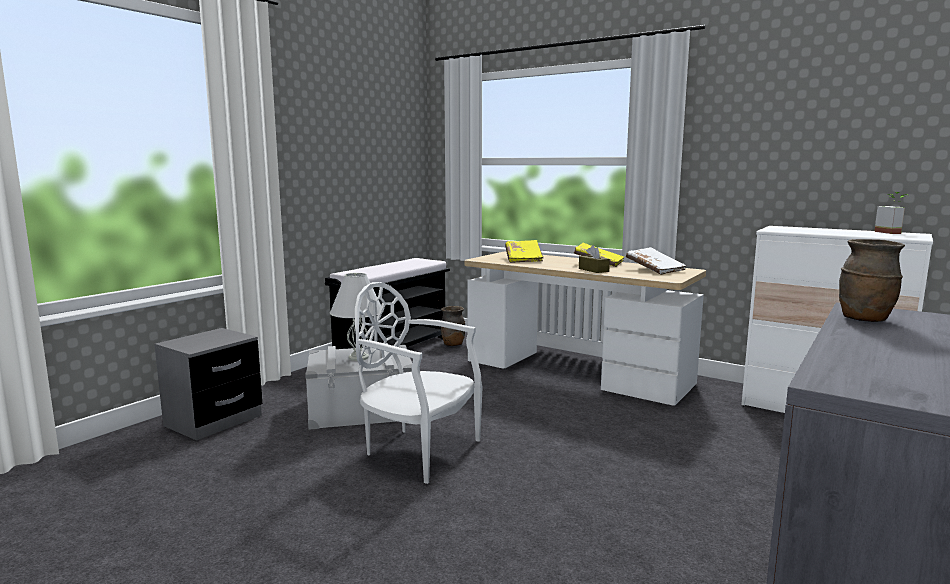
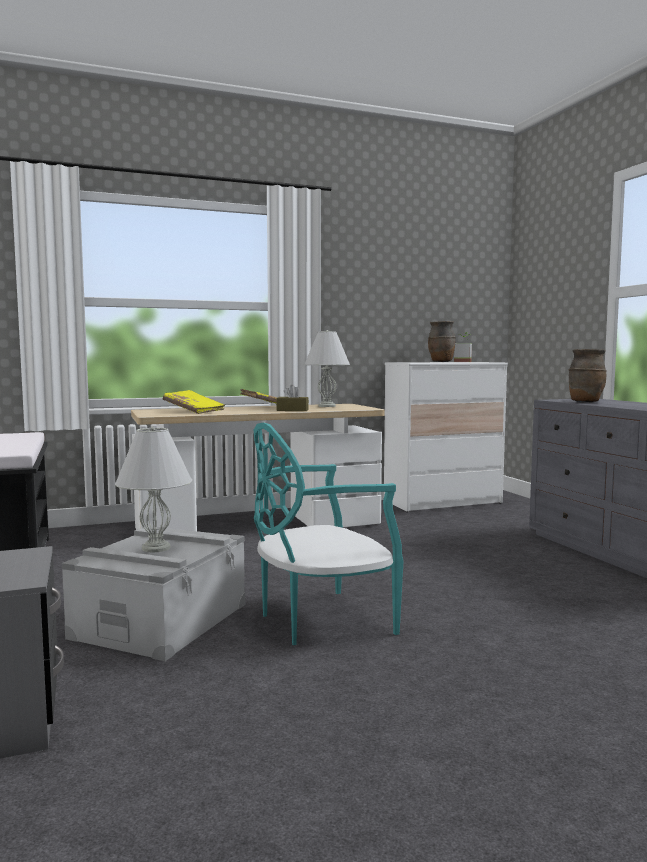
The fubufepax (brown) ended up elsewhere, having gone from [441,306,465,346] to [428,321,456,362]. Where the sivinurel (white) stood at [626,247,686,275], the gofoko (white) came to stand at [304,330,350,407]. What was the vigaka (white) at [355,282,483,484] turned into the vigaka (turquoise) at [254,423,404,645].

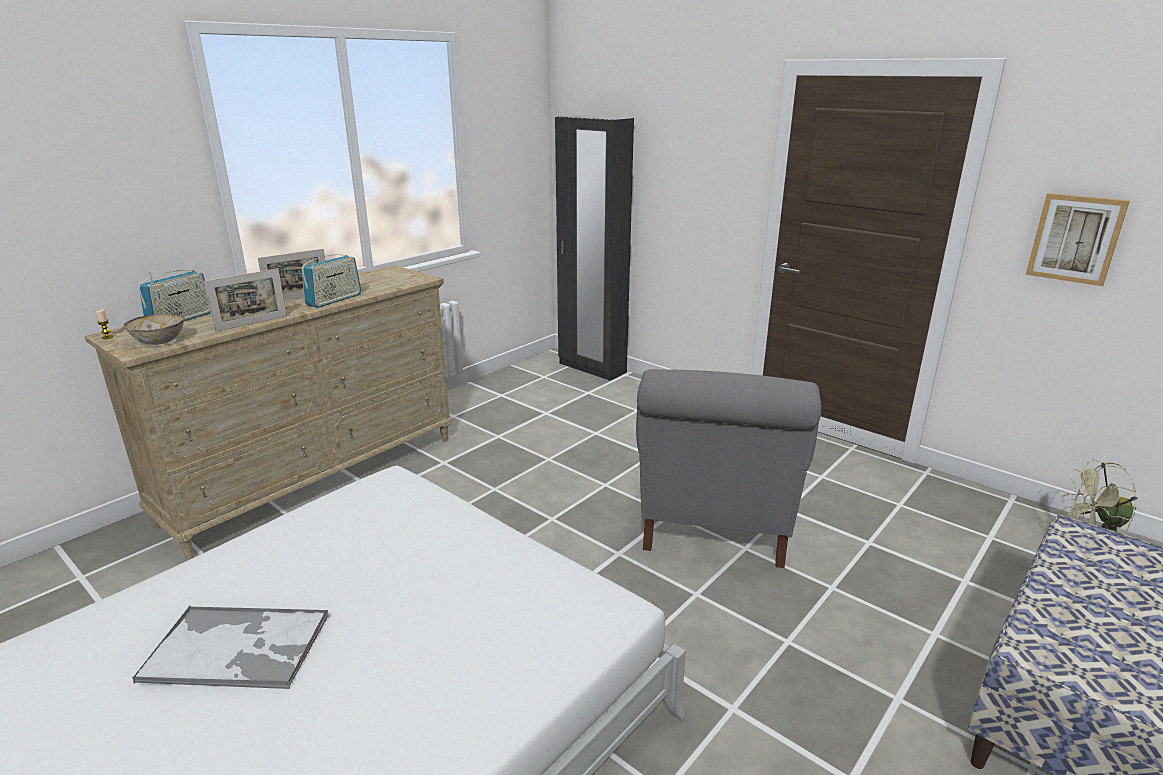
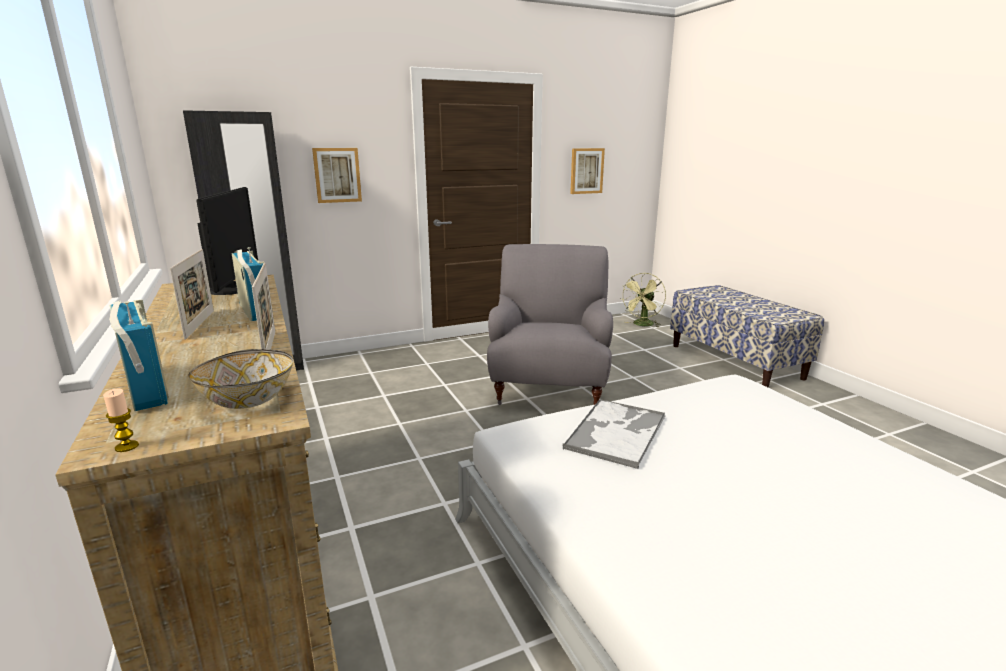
The second view gained the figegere at [196,187,258,295]. The second view gained the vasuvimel at [312,148,362,203]. The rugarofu ended up elsewhere, having gone from [132,606,329,689] to [563,399,666,469]. The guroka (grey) at [636,369,821,568] ended up facing another way, 120 degrees counterclockwise from before.

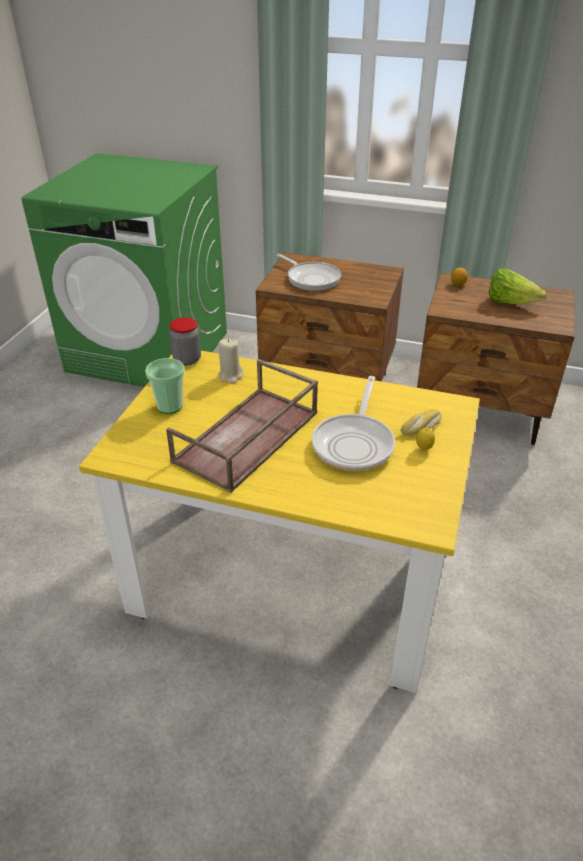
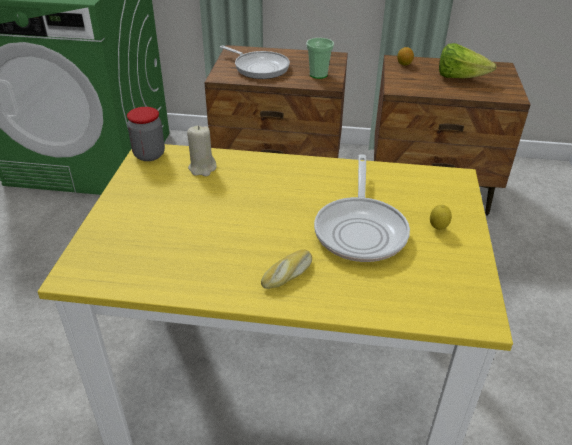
The second view lost the rugarofu (brown) at [166,359,318,493]. The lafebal ended up elsewhere, having gone from [145,358,185,414] to [306,38,334,79]. The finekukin ended up elsewhere, having gone from [401,409,441,435] to [261,249,312,289].

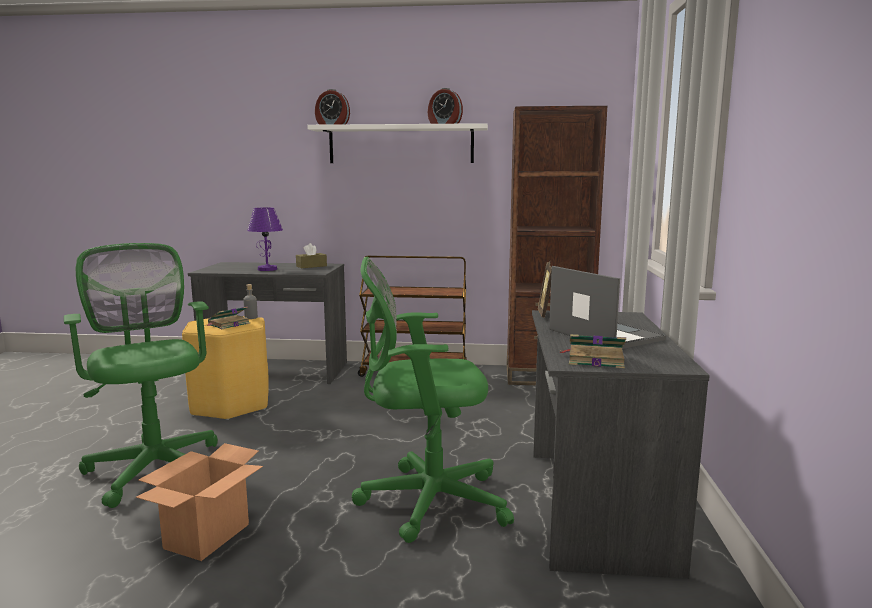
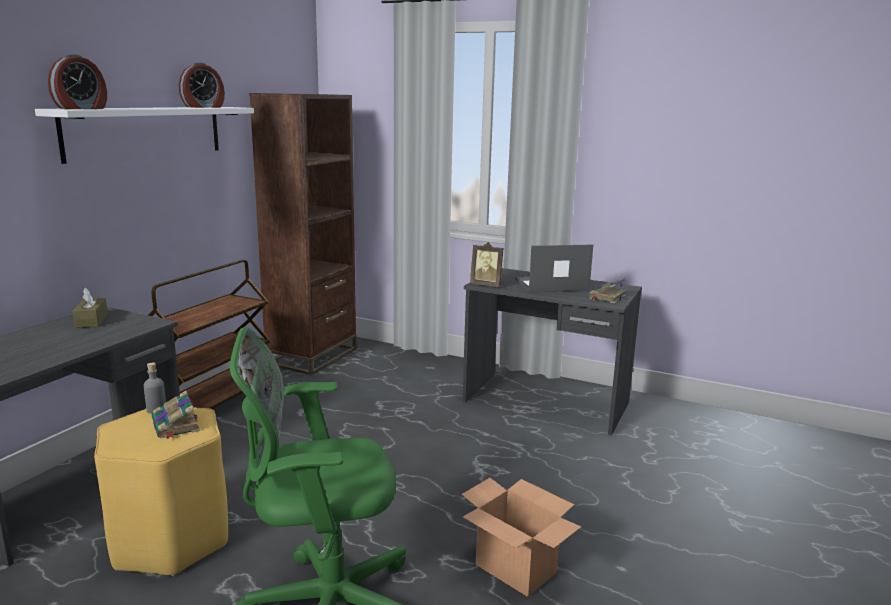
The second view lost the gofoko (purple) at [247,207,283,271]. The second view lost the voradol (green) at [352,257,514,543].

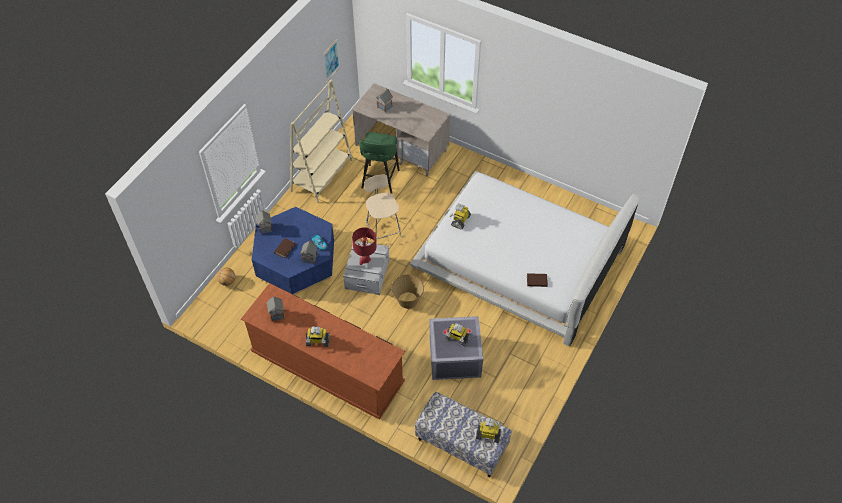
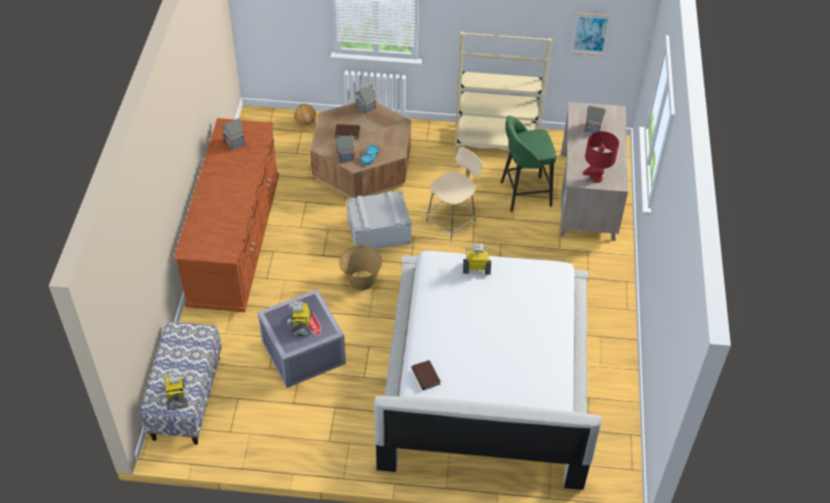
The second view lost the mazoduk at [306,326,330,347]. The gofoko (red) ended up elsewhere, having gone from [352,227,377,265] to [583,131,619,183]. What was the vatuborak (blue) at [252,207,334,295] turned into the vatuborak (brown) at [310,102,411,198].

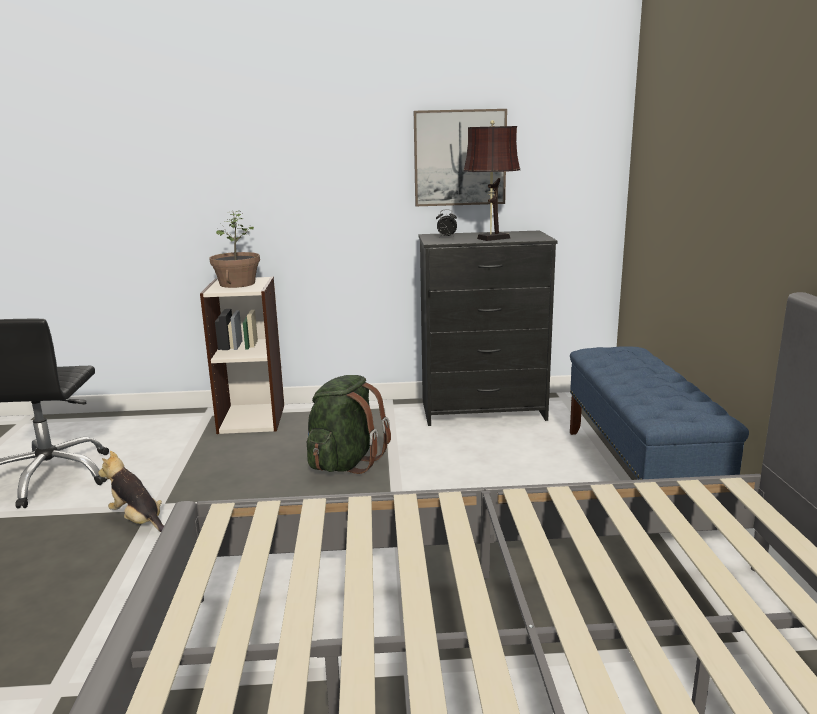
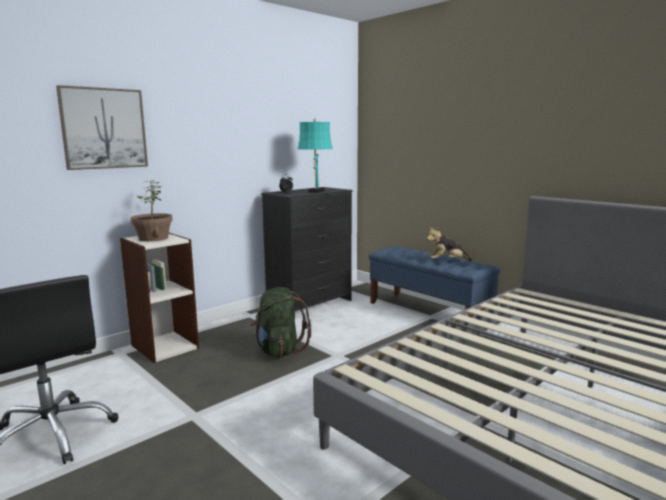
The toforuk ended up elsewhere, having gone from [98,451,164,532] to [427,227,472,261]. The vasuvimel ended up elsewhere, having gone from [414,109,507,206] to [56,85,148,170]. What was the gofoko (brown) at [464,120,520,241] turned into the gofoko (turquoise) at [297,118,333,193].

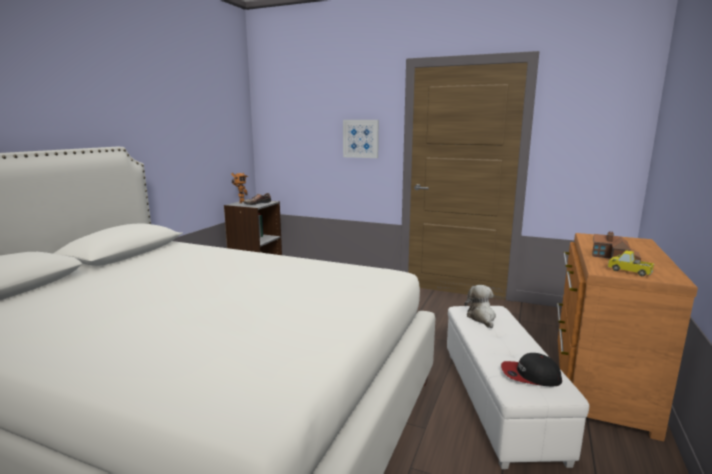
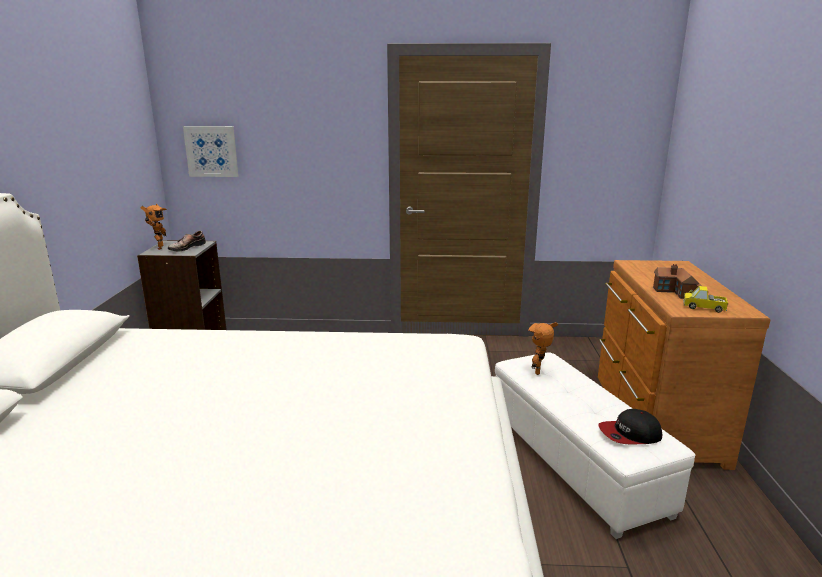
The vasuvimel ended up elsewhere, having gone from [343,120,379,158] to [183,126,238,177]. Where the toforuk stood at [465,285,496,328], the mazoduk came to stand at [528,322,558,375].

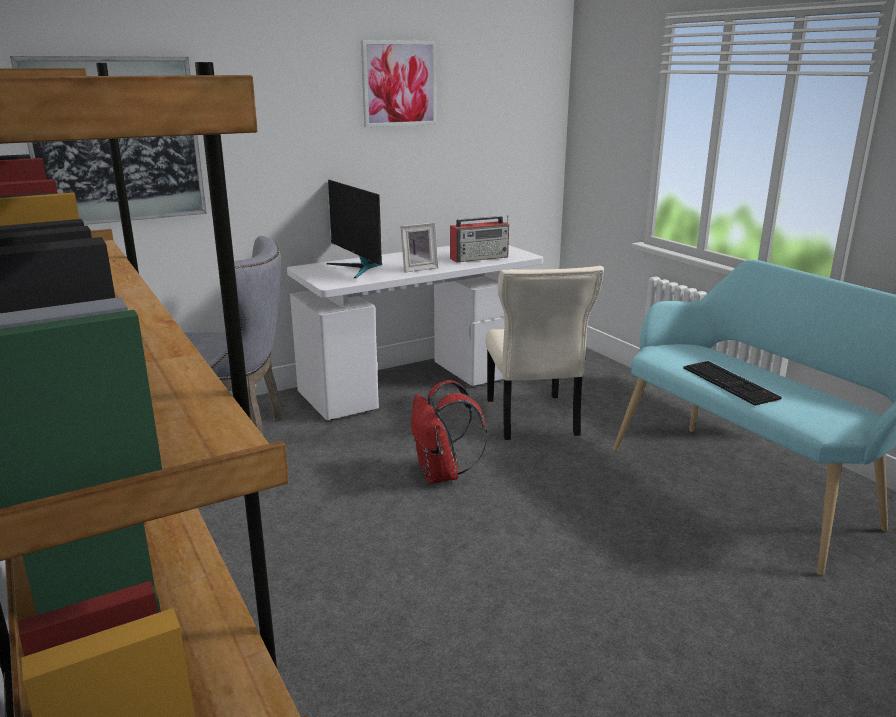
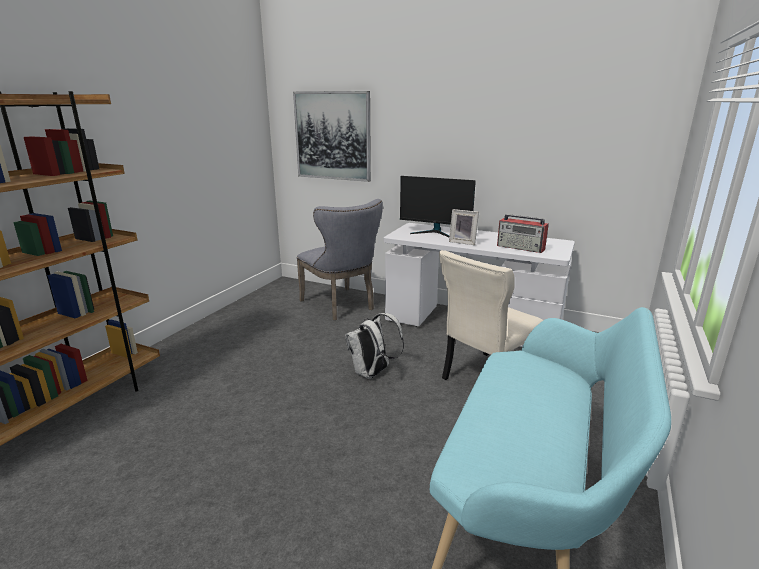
The second view lost the vasuvimel at [361,40,436,127]. The second view lost the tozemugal at [683,361,782,406]. What was the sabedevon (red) at [411,380,487,484] turned into the sabedevon (white) at [345,313,404,379]. The figegere at [327,180,382,278] ended up facing another way, 90 degrees counterclockwise from before.

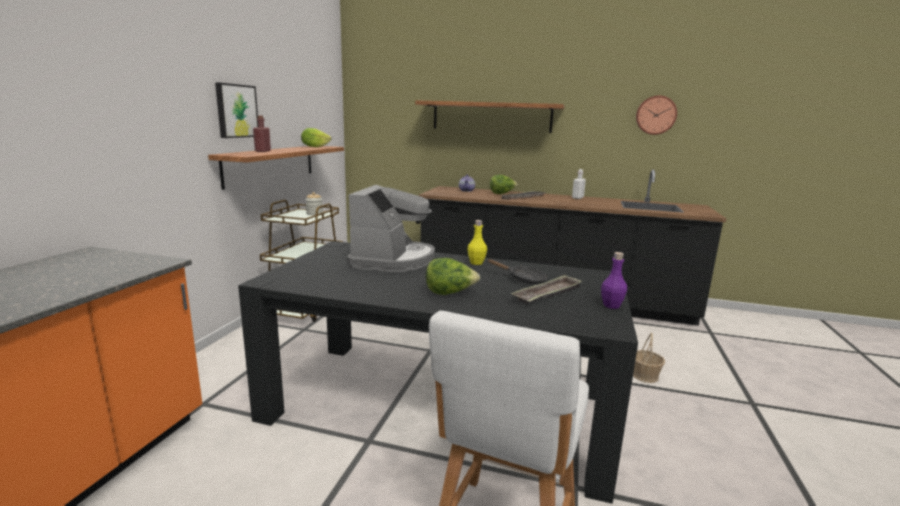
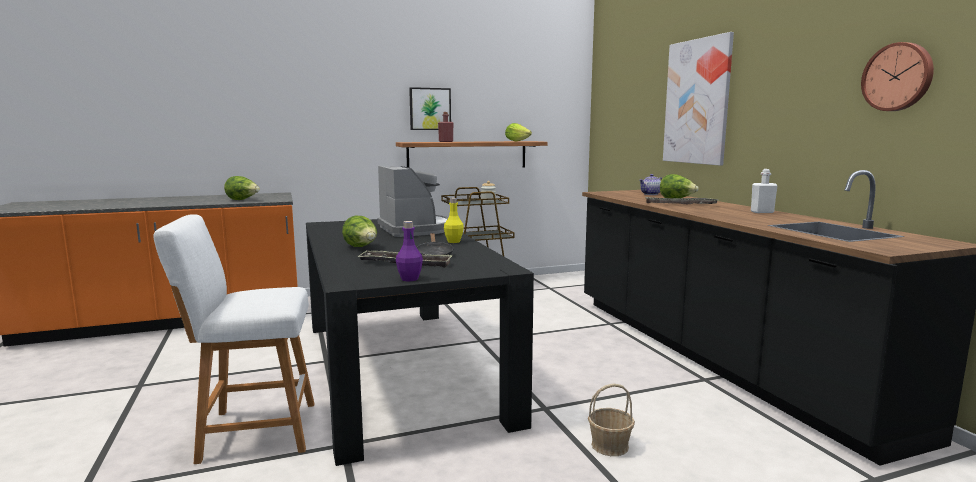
The second view gained the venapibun at [224,176,260,200]. Where the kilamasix hung at [415,100,564,133], the vasuvimel came to hang at [663,32,734,166]. The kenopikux at [347,185,435,272] ended up facing another way, 90 degrees counterclockwise from before.

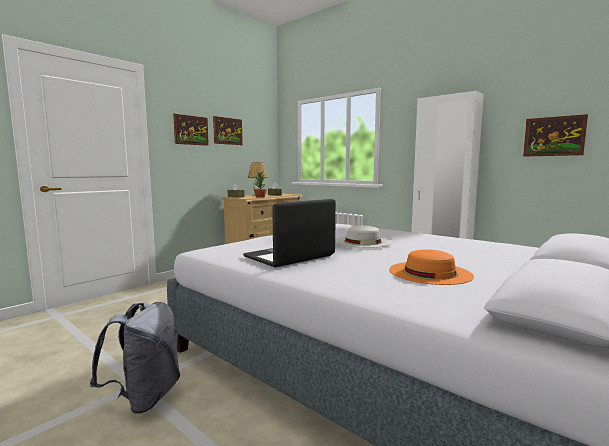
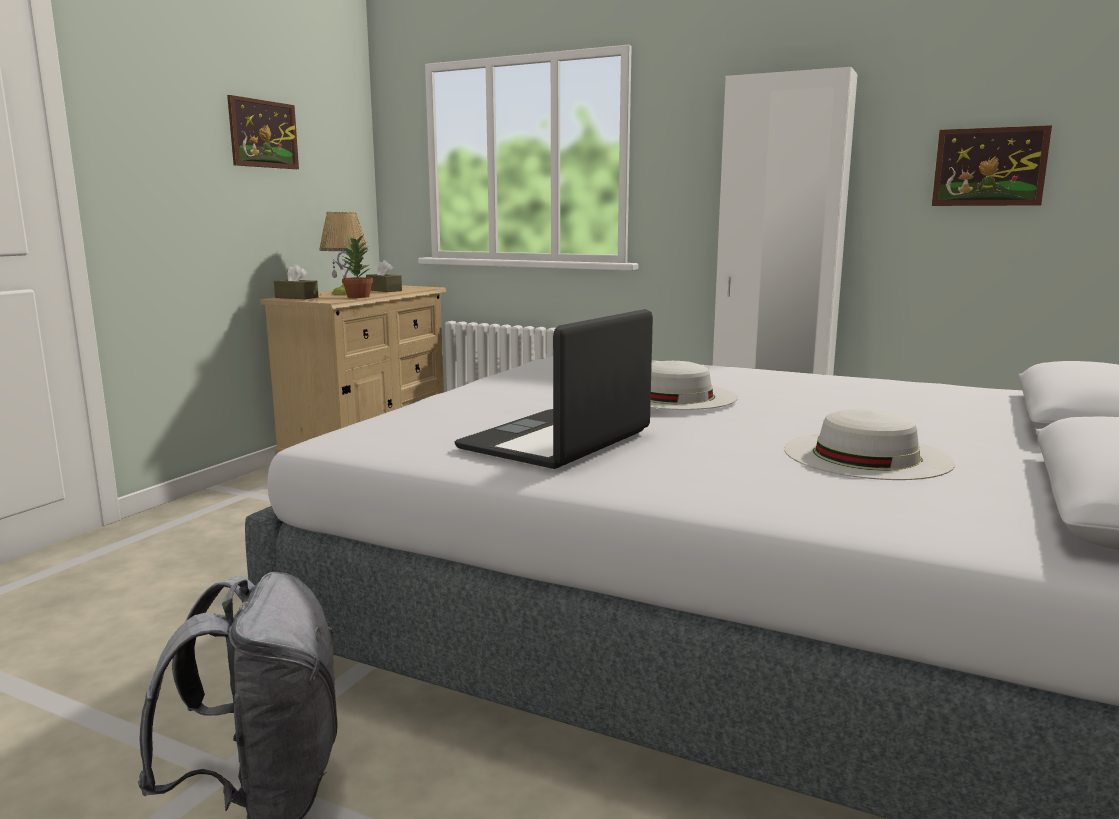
The second view lost the vasuvimel at [173,114,209,146]. What was the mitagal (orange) at [389,249,474,285] turned into the mitagal (white) at [784,409,955,480].

